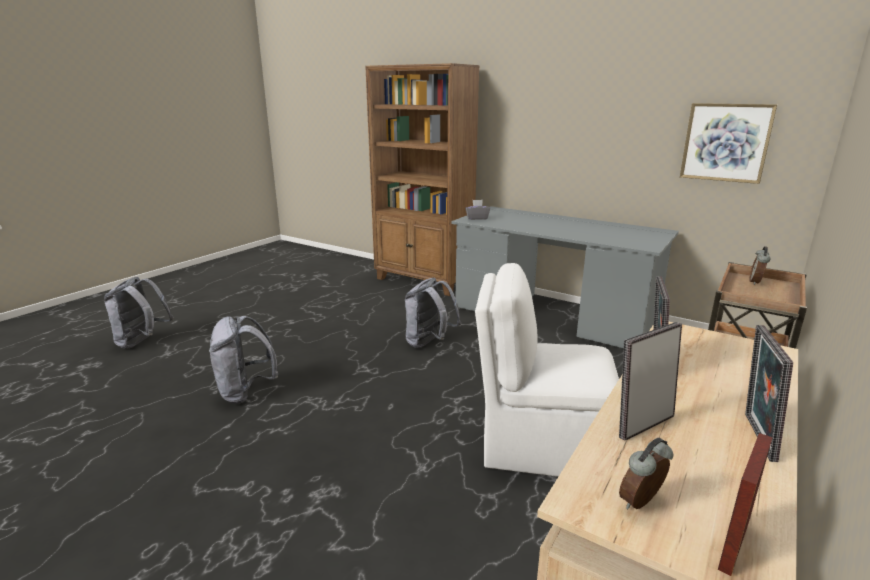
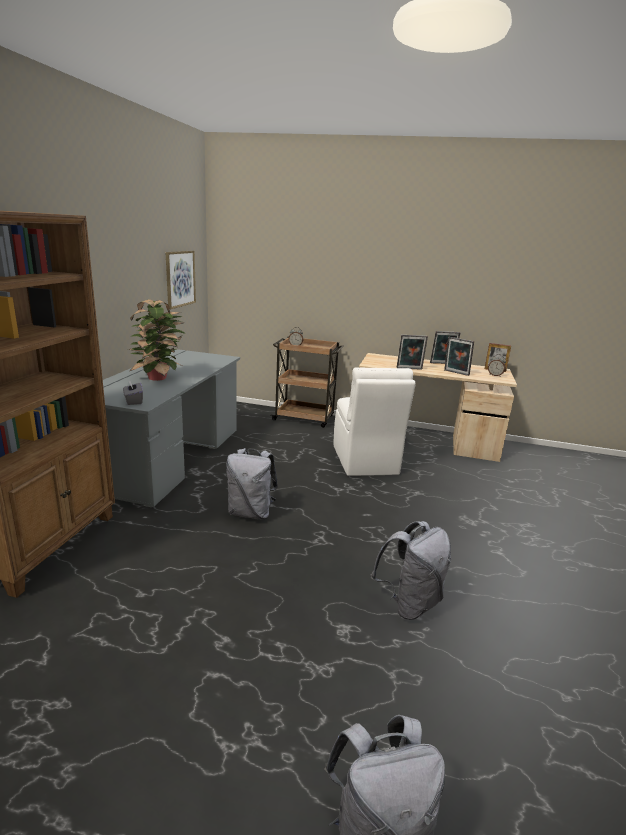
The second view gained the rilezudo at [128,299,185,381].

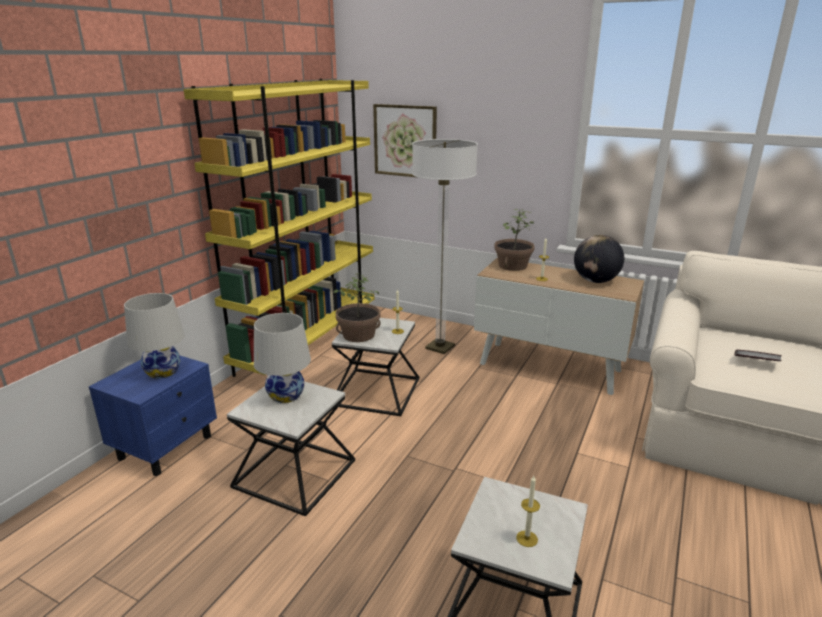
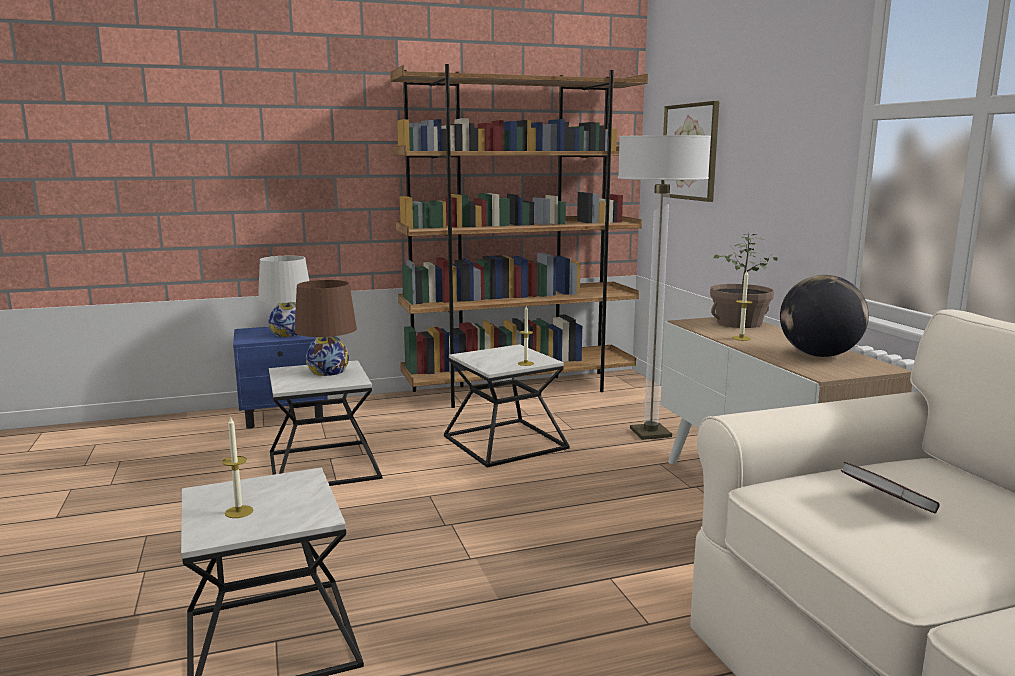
The second view lost the rilezudo at [333,274,381,342]. What was the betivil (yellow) at [184,79,374,377] turned into the betivil (brown) at [390,64,648,408]. What was the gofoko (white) at [254,313,311,403] turned into the gofoko (brown) at [295,280,357,376].

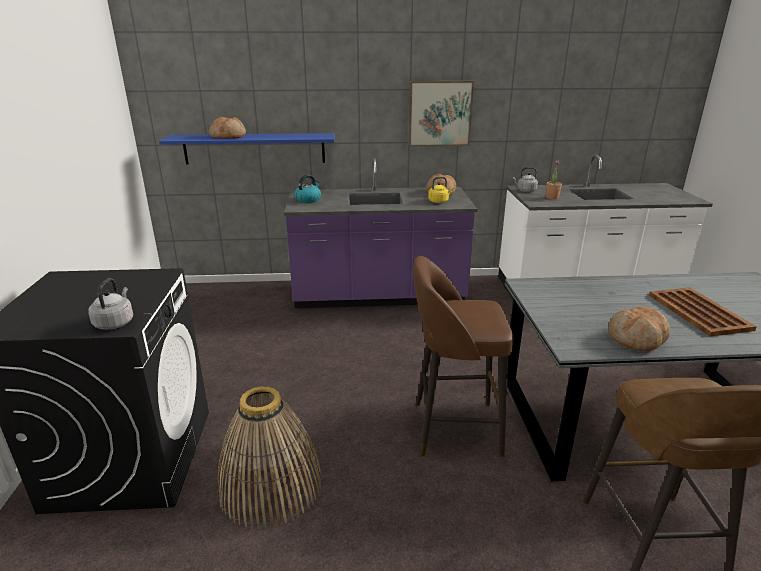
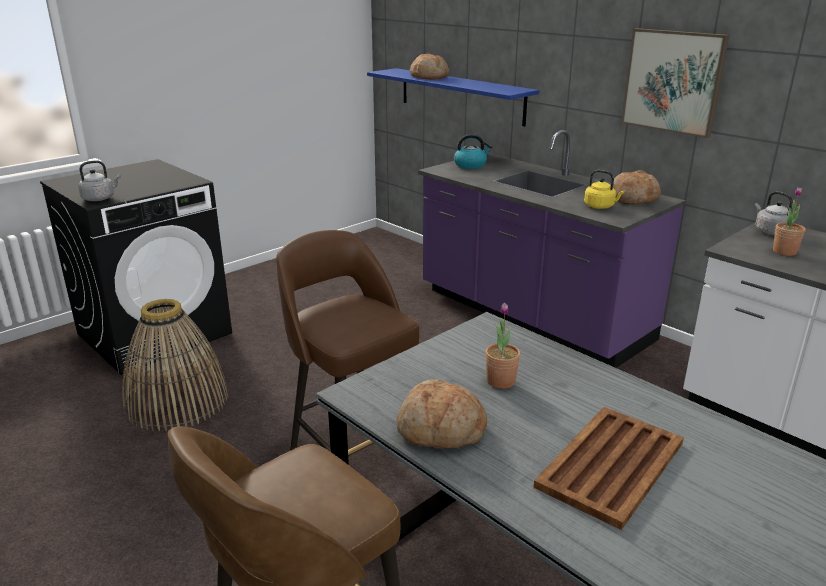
The second view gained the rilezudo at [485,303,520,389].

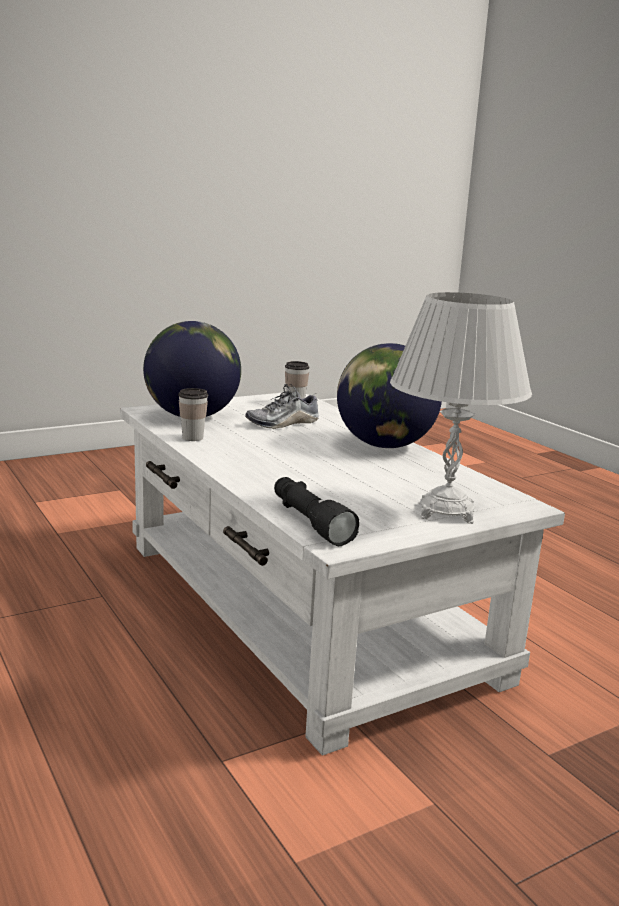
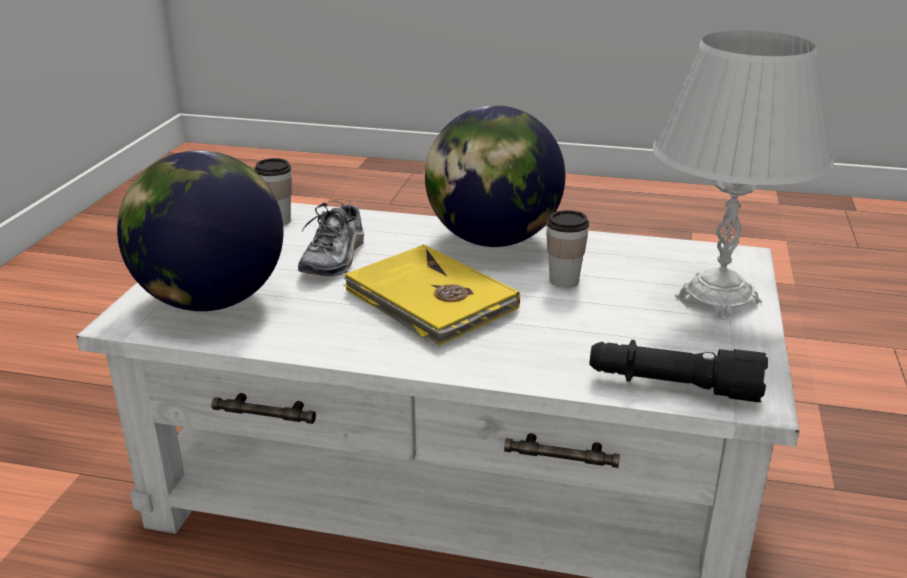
The second view gained the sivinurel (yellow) at [343,244,520,345]. The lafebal ended up elsewhere, having gone from [178,388,208,441] to [546,210,589,288].

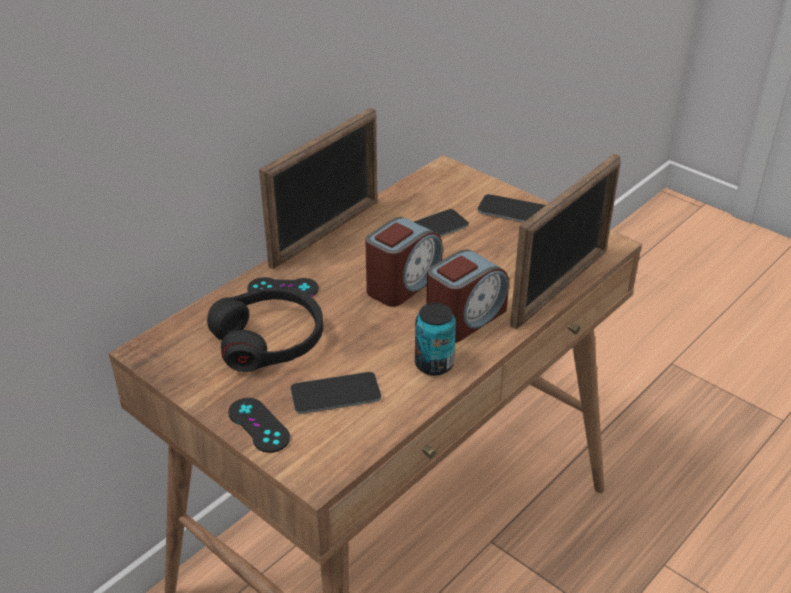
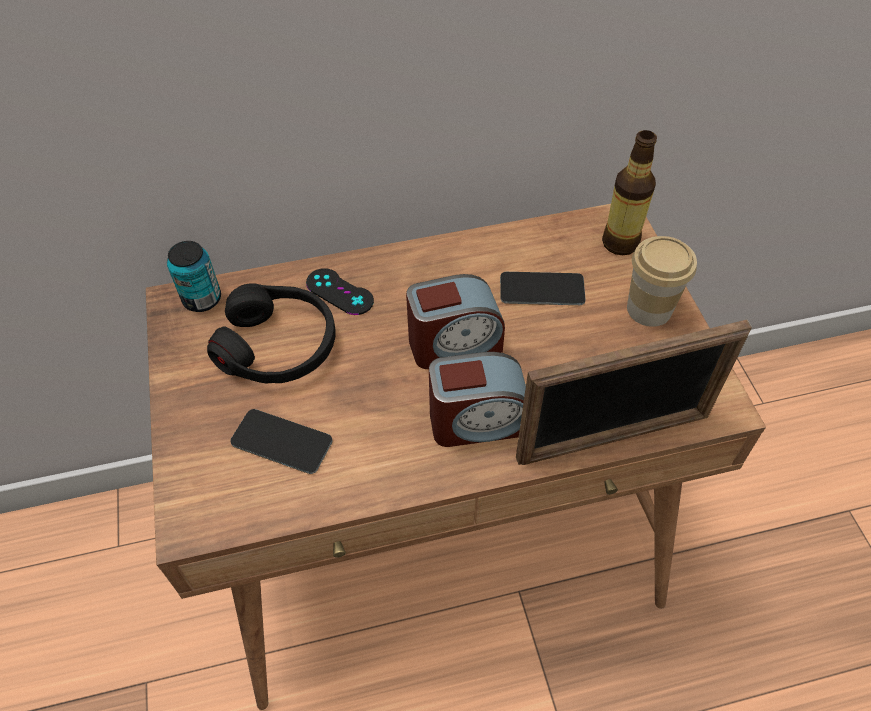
The second view lost the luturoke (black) at [228,398,290,453]. The second view lost the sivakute at [259,108,377,269]. The second view gained the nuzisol at [602,130,657,255]. The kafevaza ended up elsewhere, having gone from [415,303,456,376] to [167,241,221,312]. Where the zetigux stood at [477,194,546,222], the lafebal came to stand at [627,236,697,327].

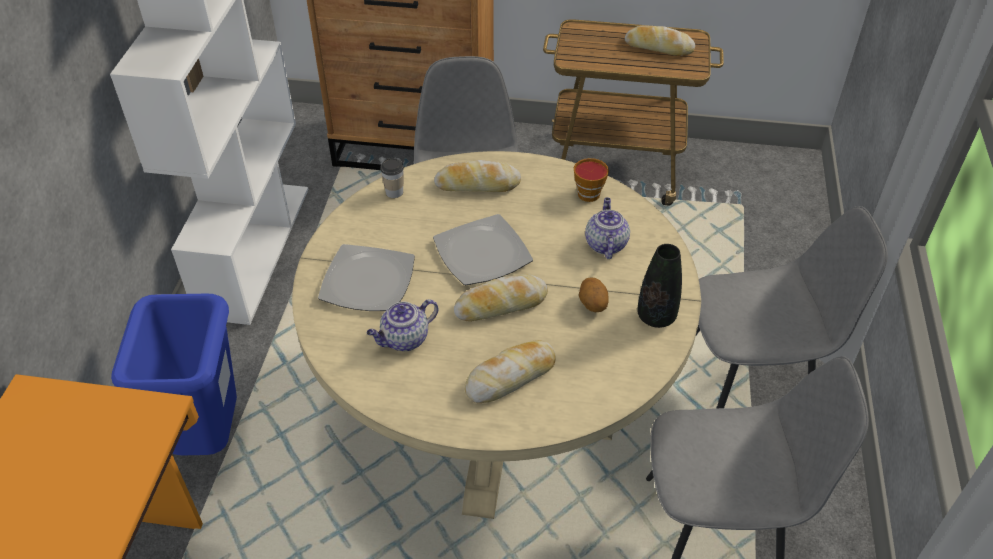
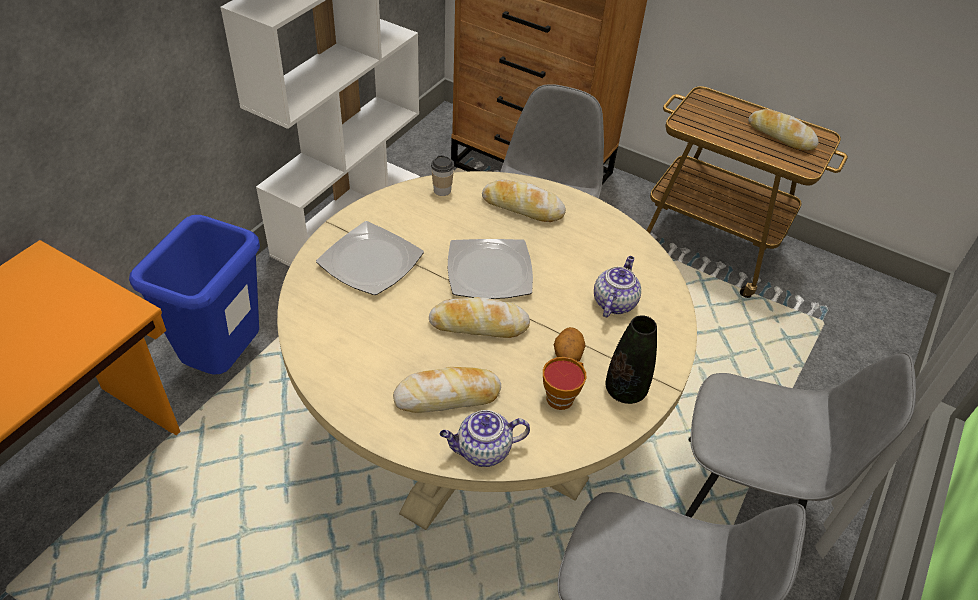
The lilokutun ended up elsewhere, having gone from [367,299,438,351] to [440,410,530,467]. The lafebal ended up elsewhere, having gone from [574,158,609,202] to [543,357,586,410].

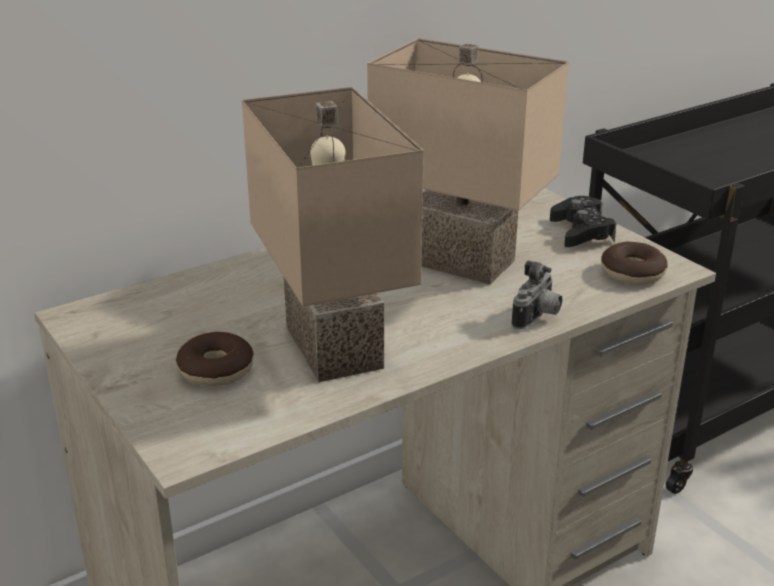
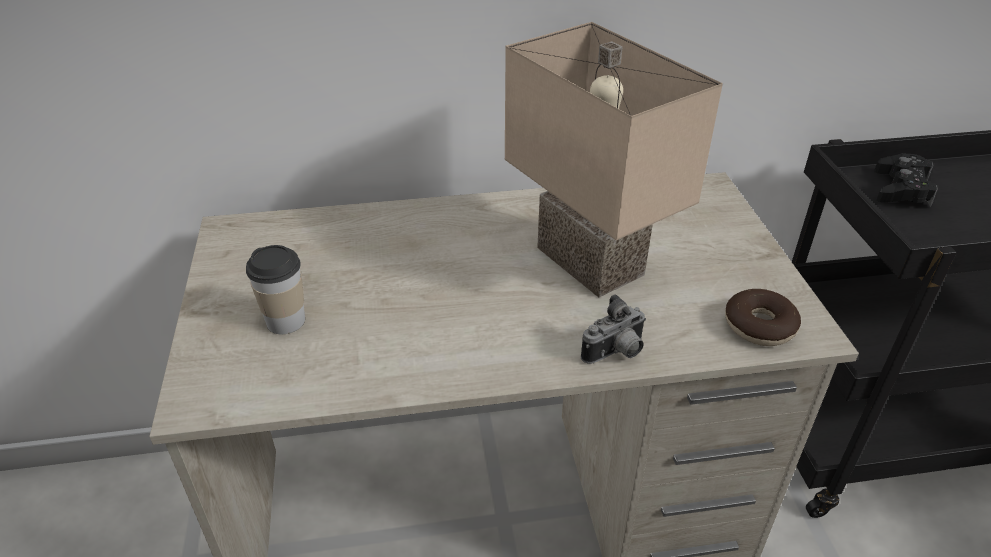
The second view lost the gofoko (beige) at [242,87,424,382]. The luturoke (black) ended up elsewhere, having gone from [550,196,616,247] to [874,154,938,208]. Where the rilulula stood at [176,332,254,386], the lafebal came to stand at [246,245,305,334].

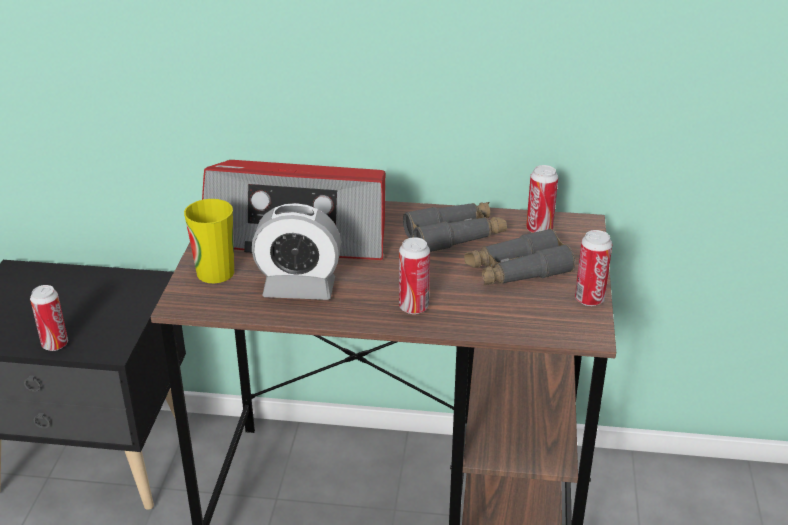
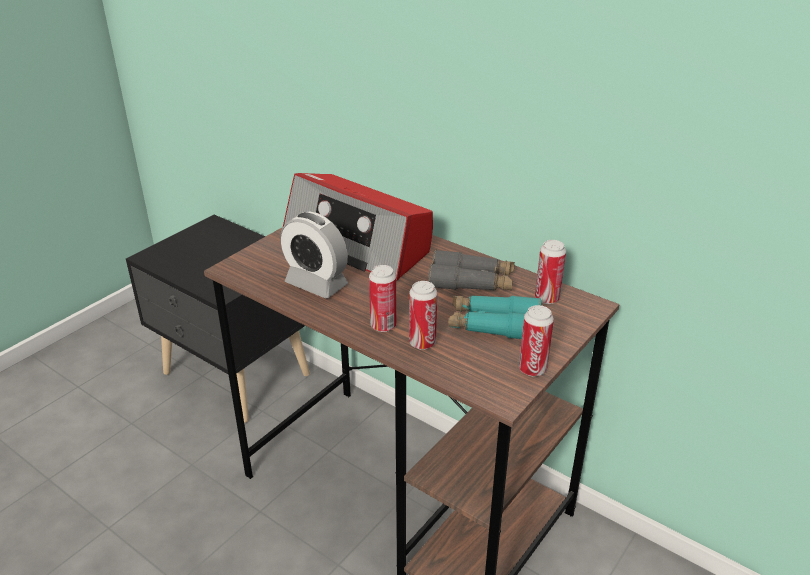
The second view lost the lafebal at [184,199,234,283]. The kafevaza ended up elsewhere, having gone from [30,285,68,351] to [409,281,437,350]. What was the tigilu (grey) at [464,228,575,286] turned into the tigilu (turquoise) at [448,296,541,339].

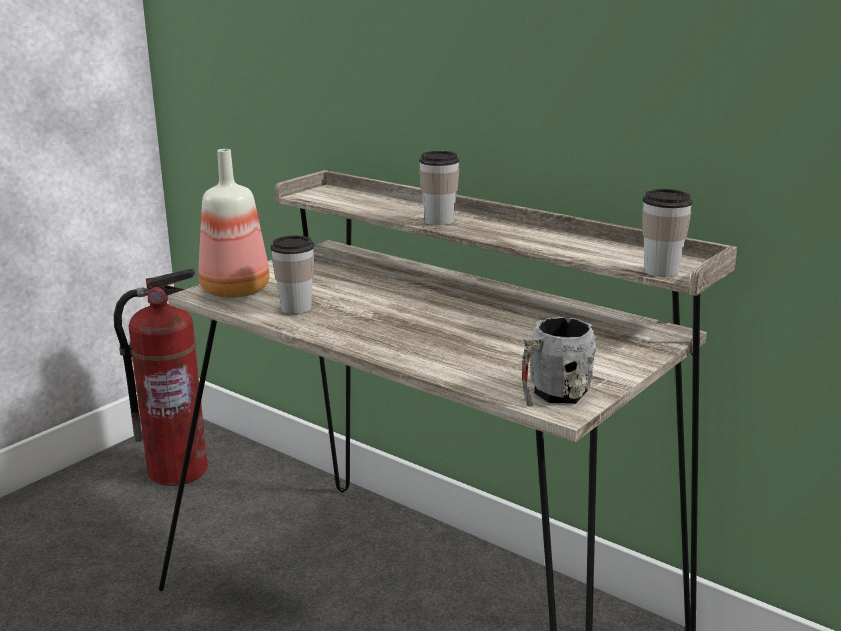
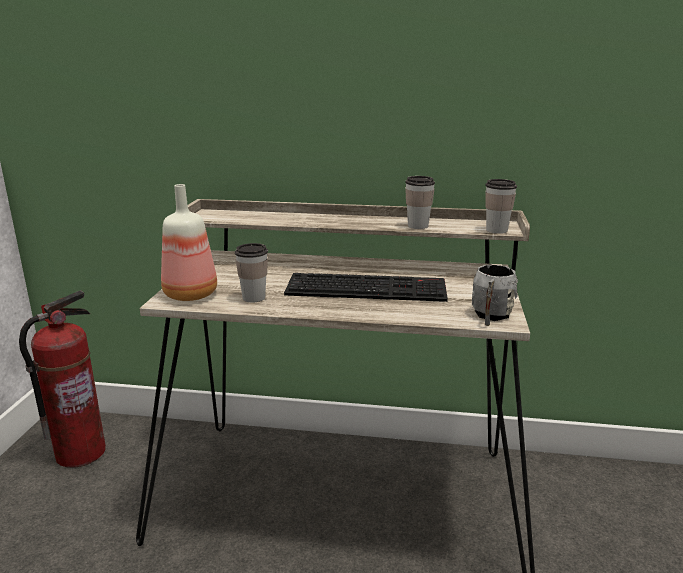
The second view gained the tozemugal at [284,273,448,302]. The lafebal ended up elsewhere, having gone from [419,151,460,225] to [405,176,435,229].

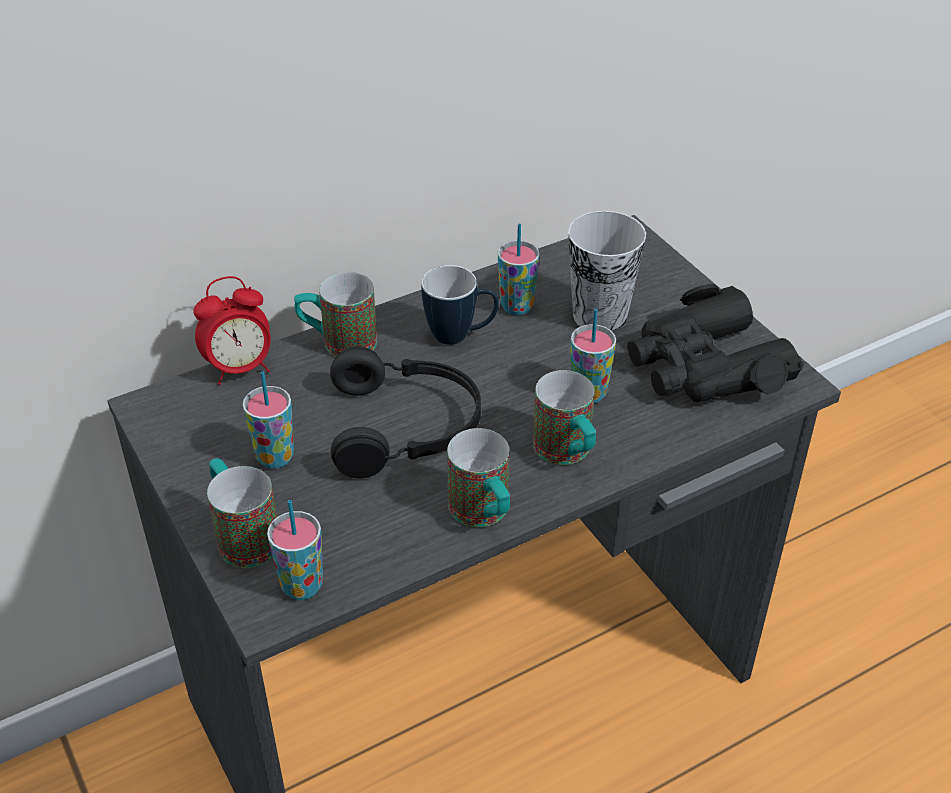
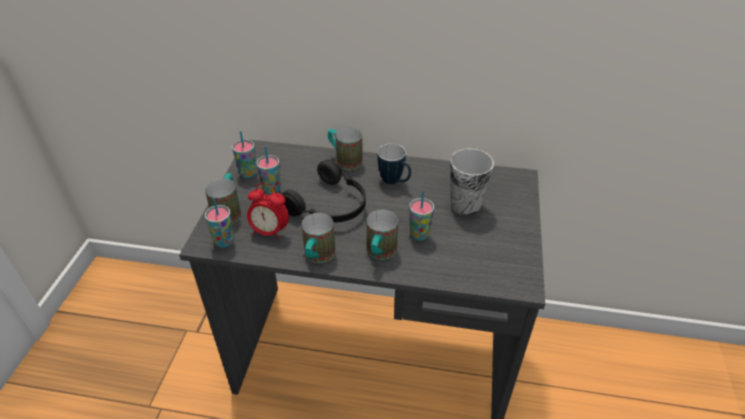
The second view lost the tigilu (black) at [627,284,804,402]. The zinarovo ended up elsewhere, having gone from [193,276,271,385] to [247,183,289,241]. The lafebal ended up elsewhere, having gone from [498,223,540,315] to [232,131,257,178].

